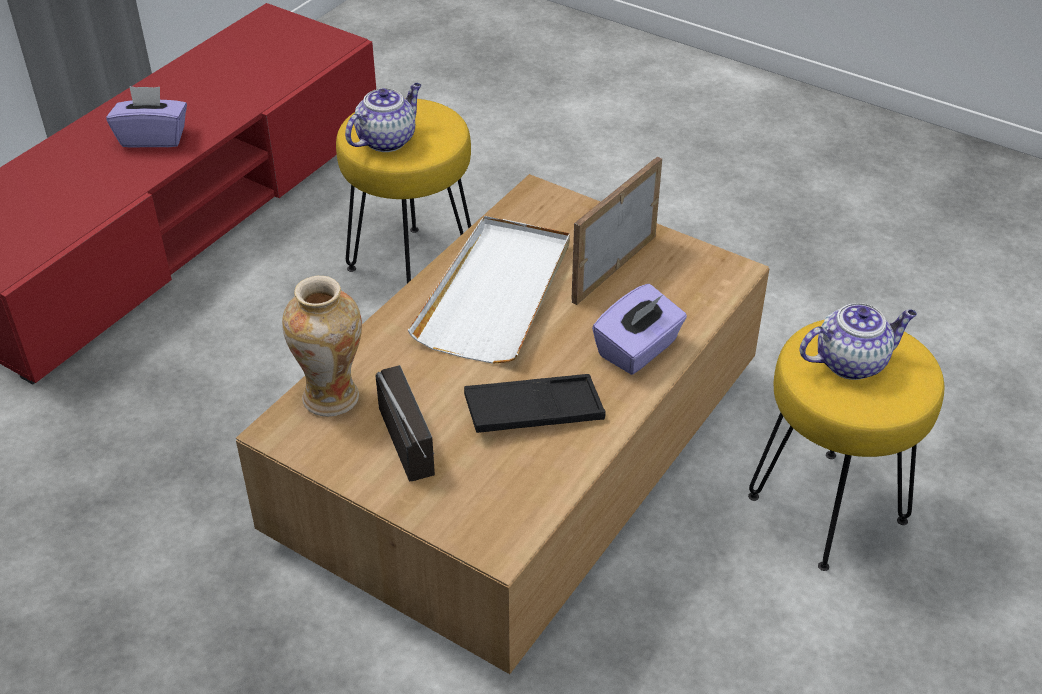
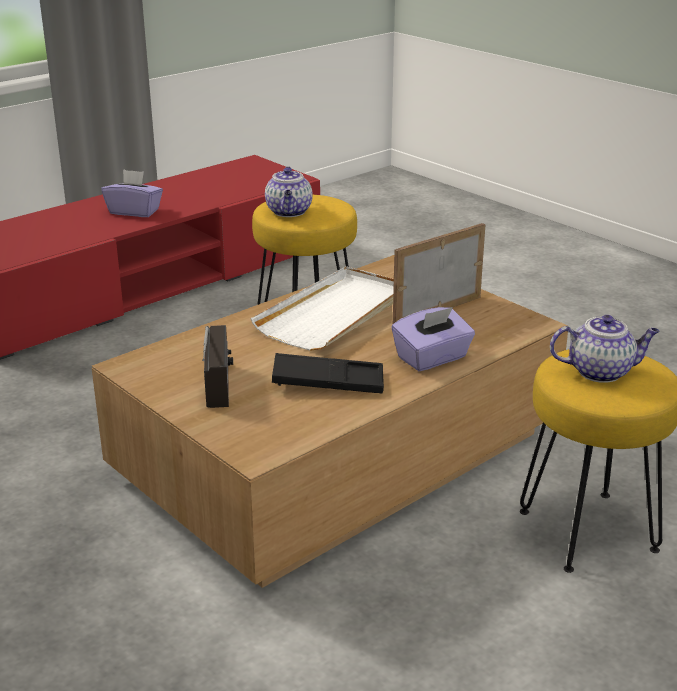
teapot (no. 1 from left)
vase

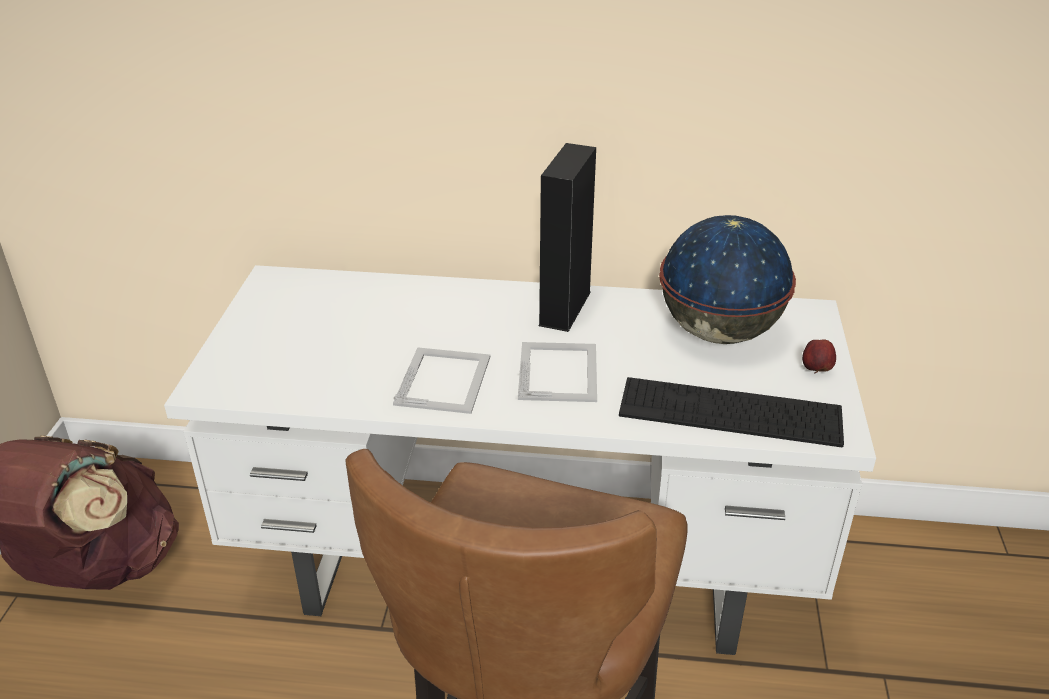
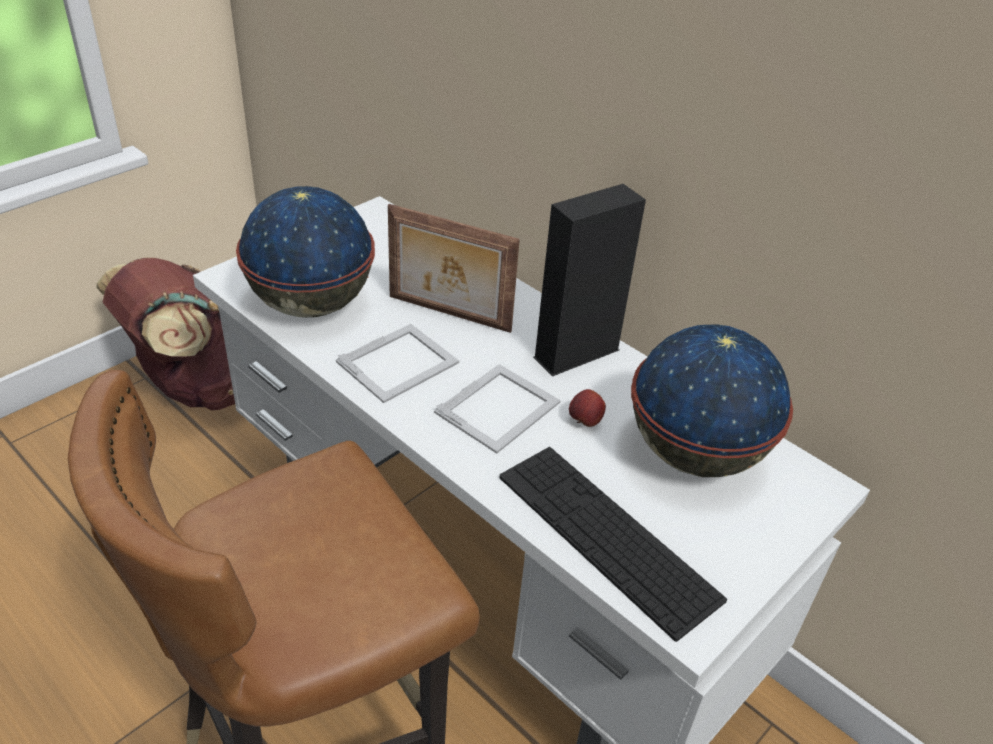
apple
globe (no. 1 from left)
picture frame (no. 2 from left)

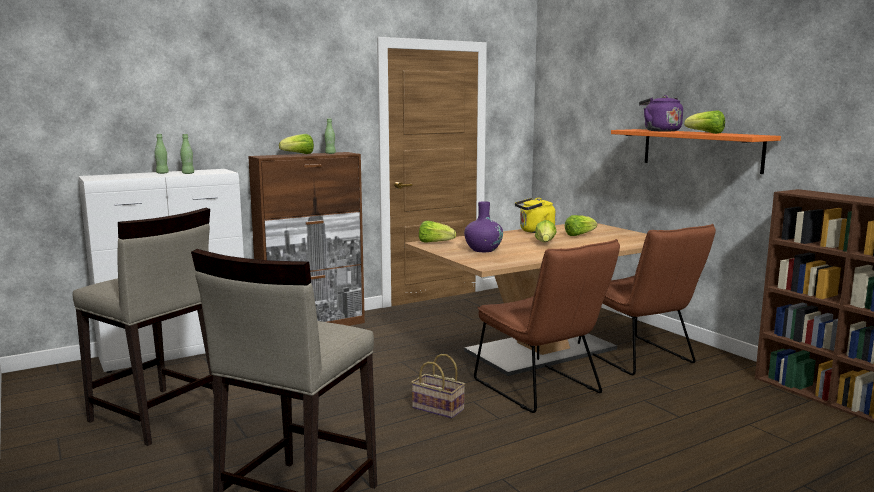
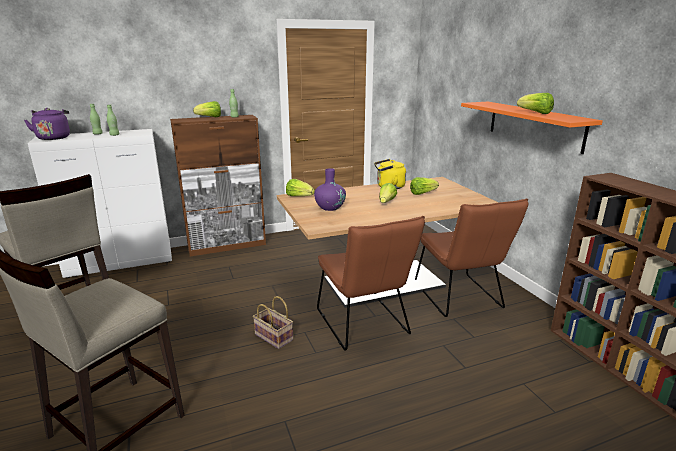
purple kettle

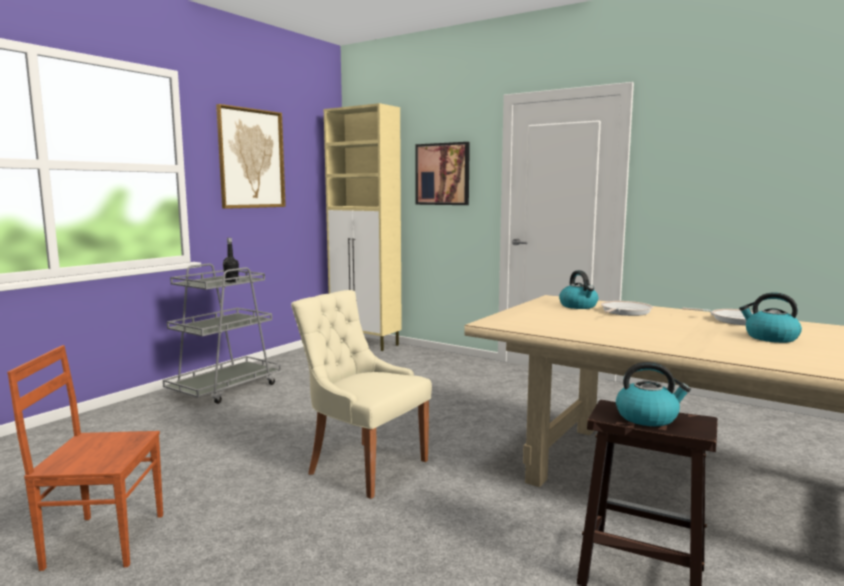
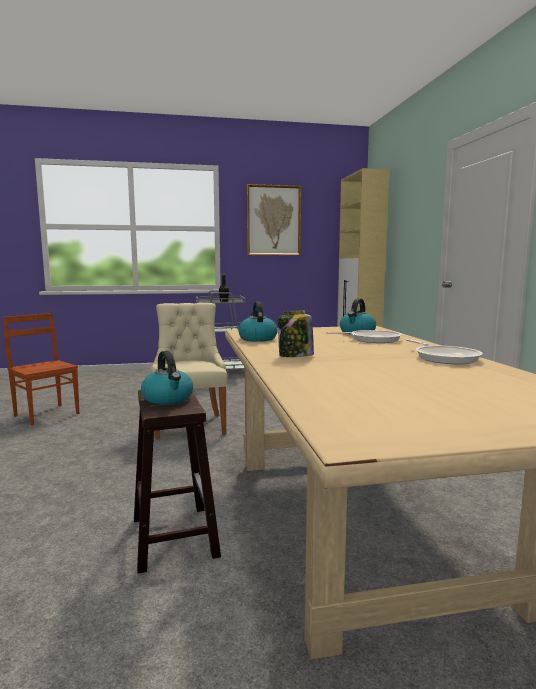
picture (no. 2 from left in the first image)
kettle (no. 2 from left)
jar

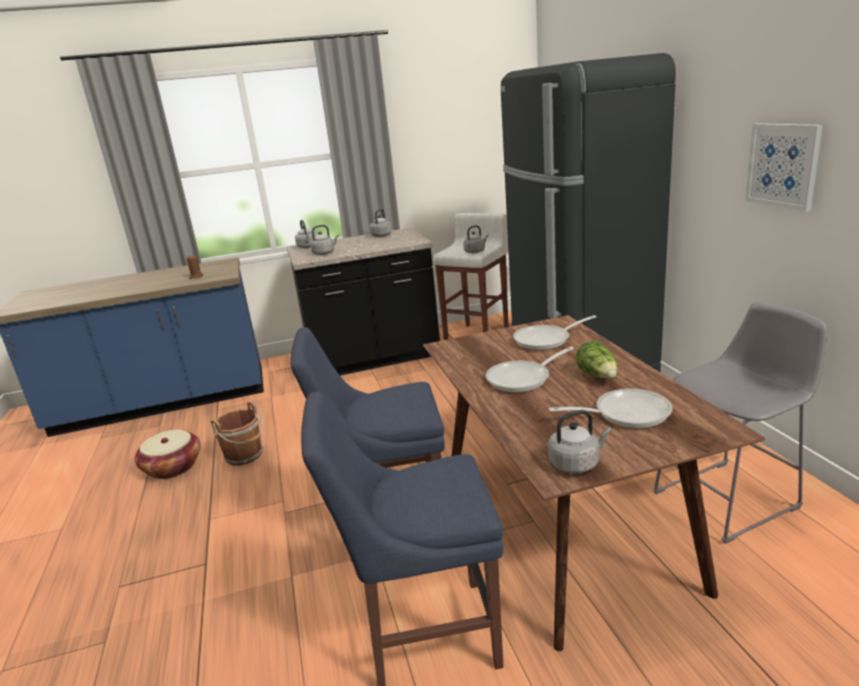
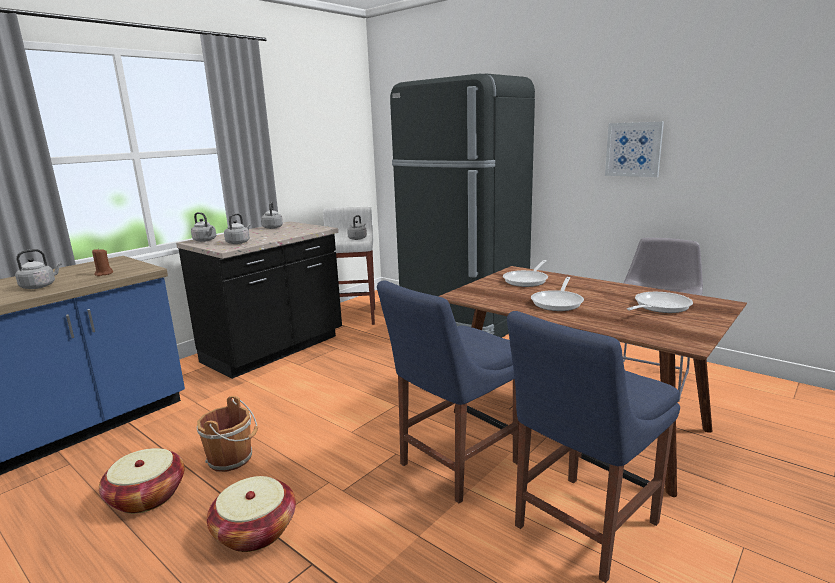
lettuce
grey kettle (no. 1 from left)
basket (no. 2 from left)

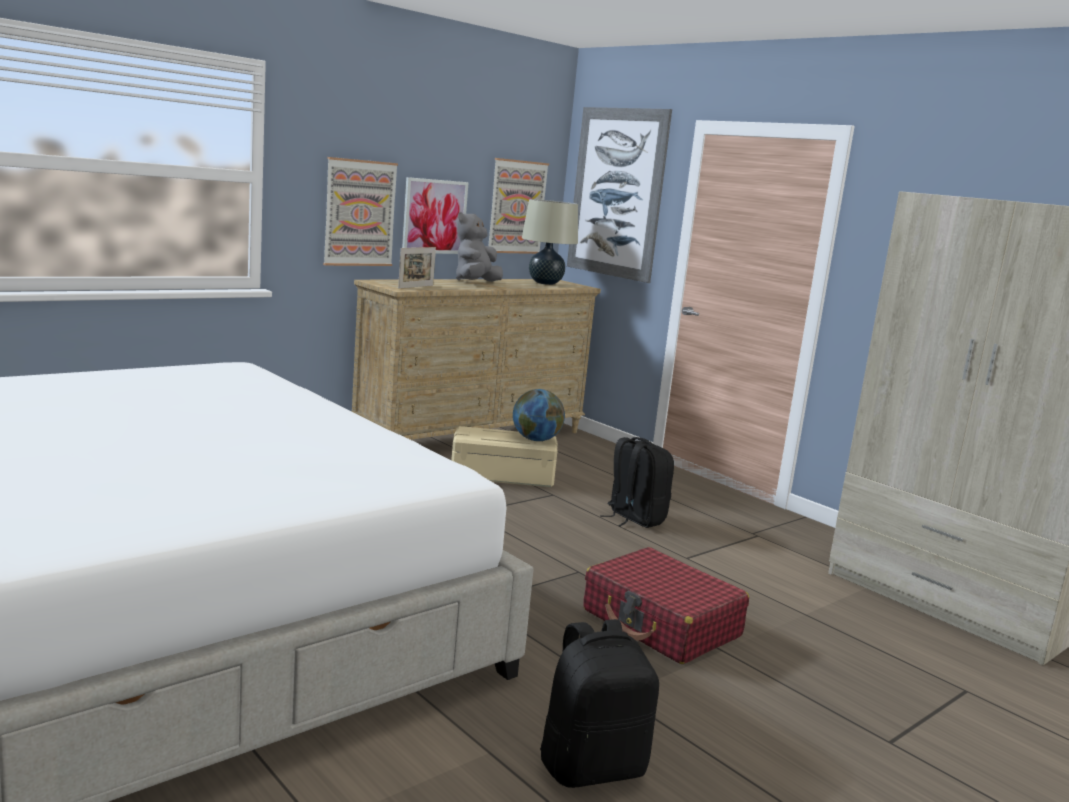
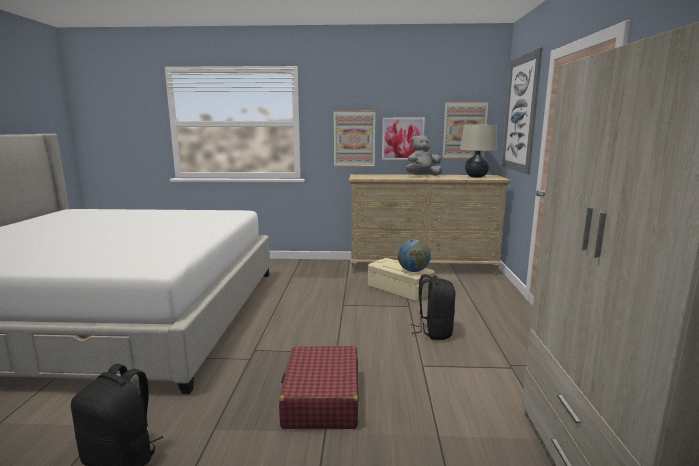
picture frame

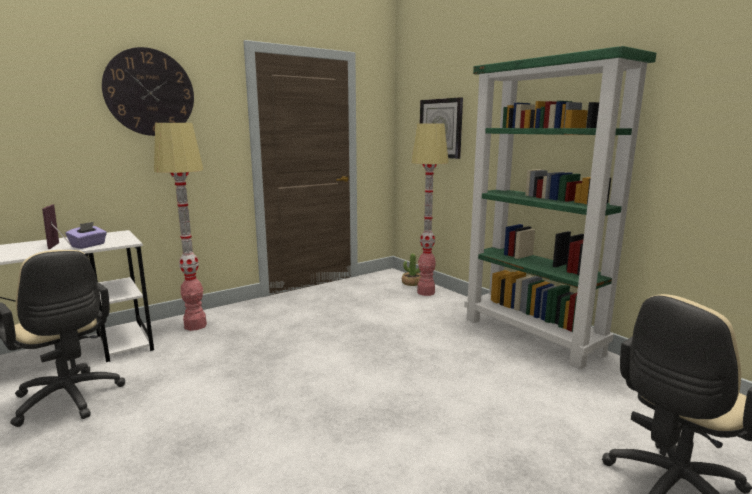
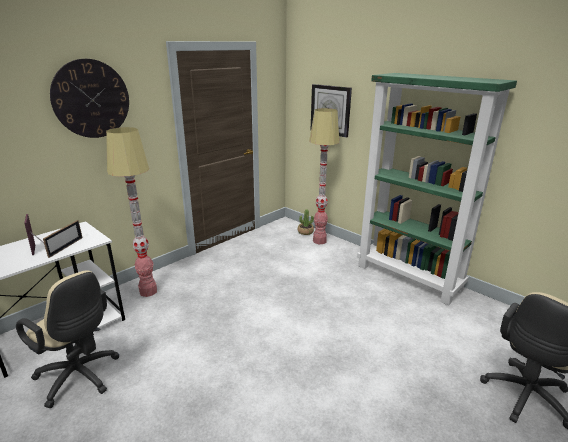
picture frame (no. 2 from left)

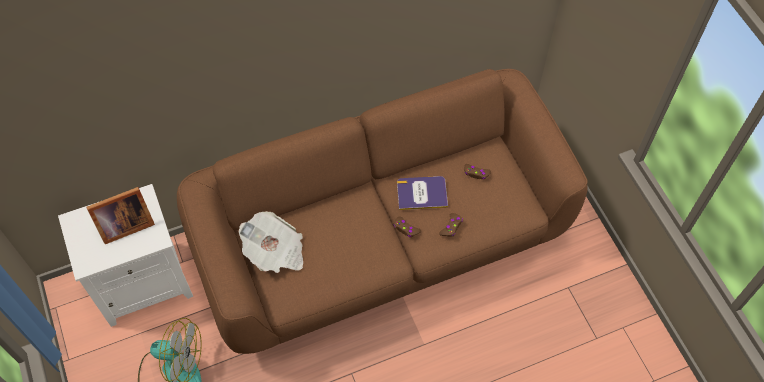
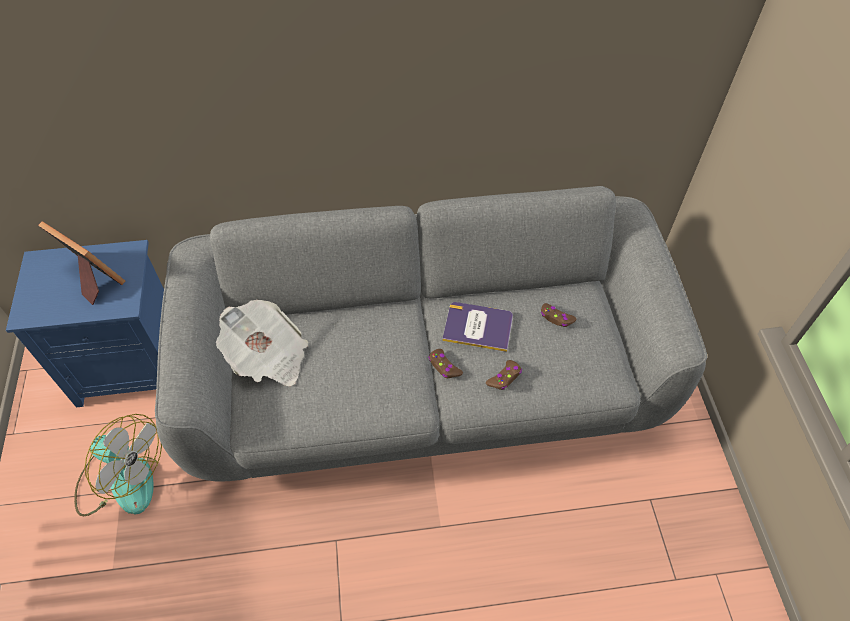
grey sofa
blue nightstand
picture frame

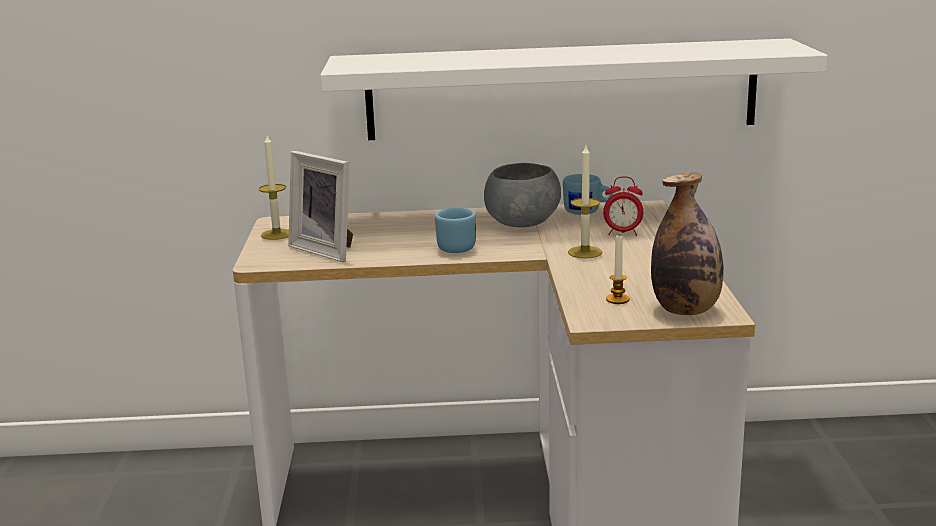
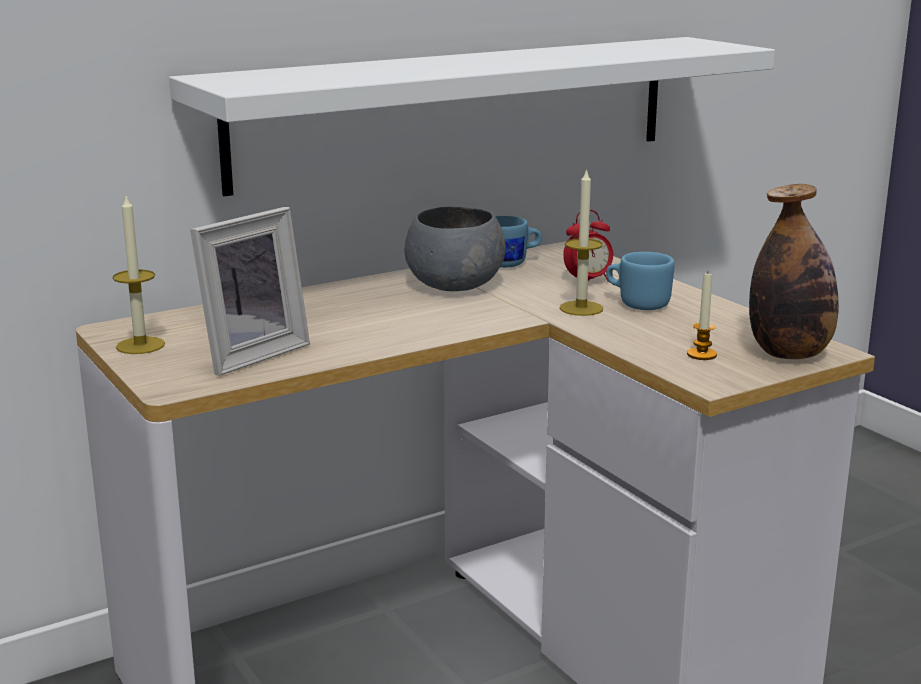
picture frame
blue mug (no. 2 from left)

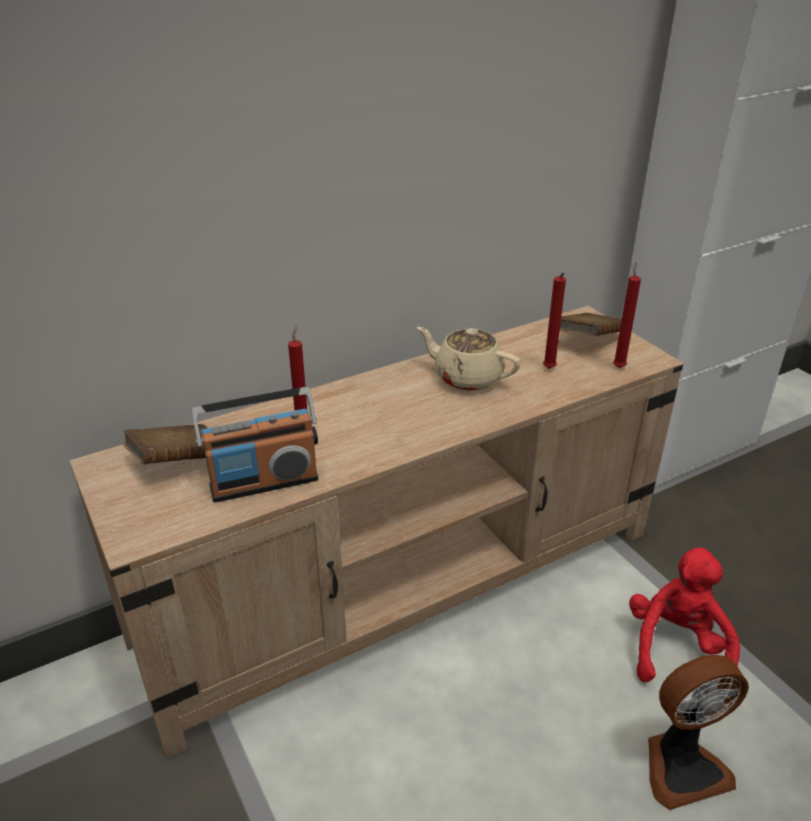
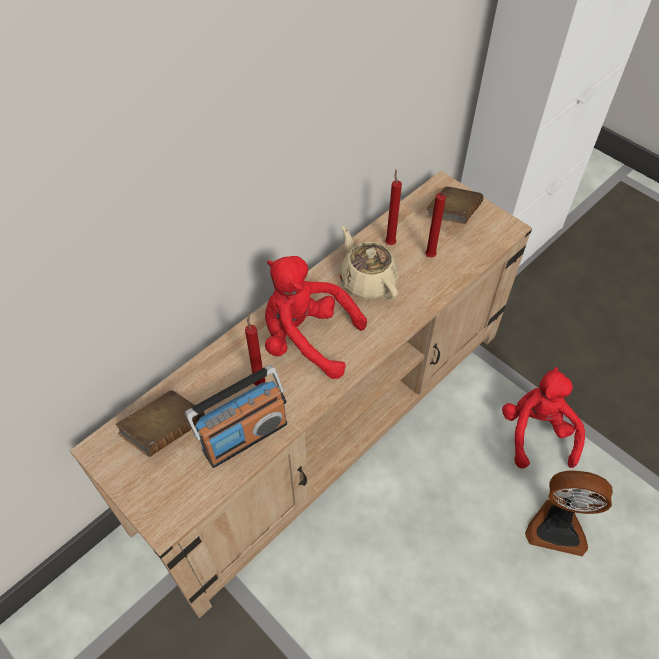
red candle (no. 2 from left)
beige teapot
fan
red plush toy (no. 1 from left)

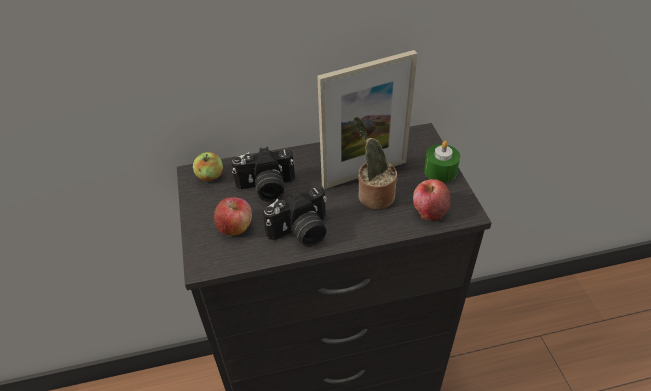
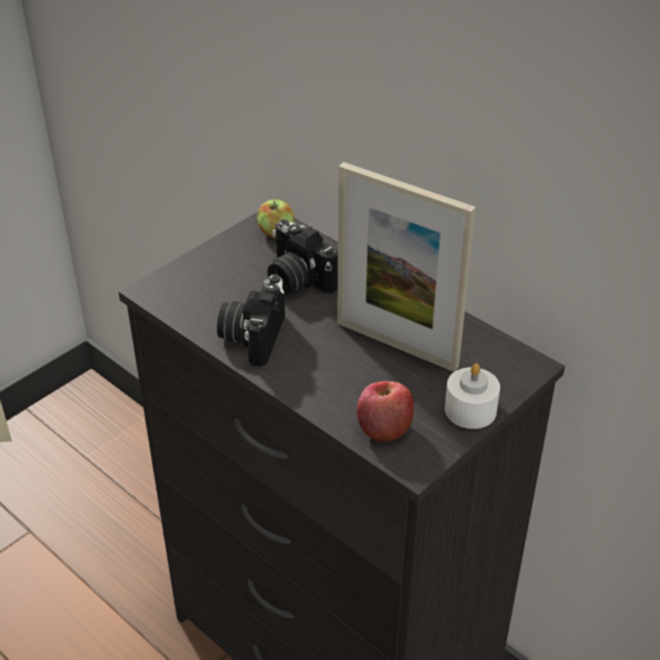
potted plant
white candle
photo camera (no. 1 from left)
apple (no. 2 from left in the first image)

